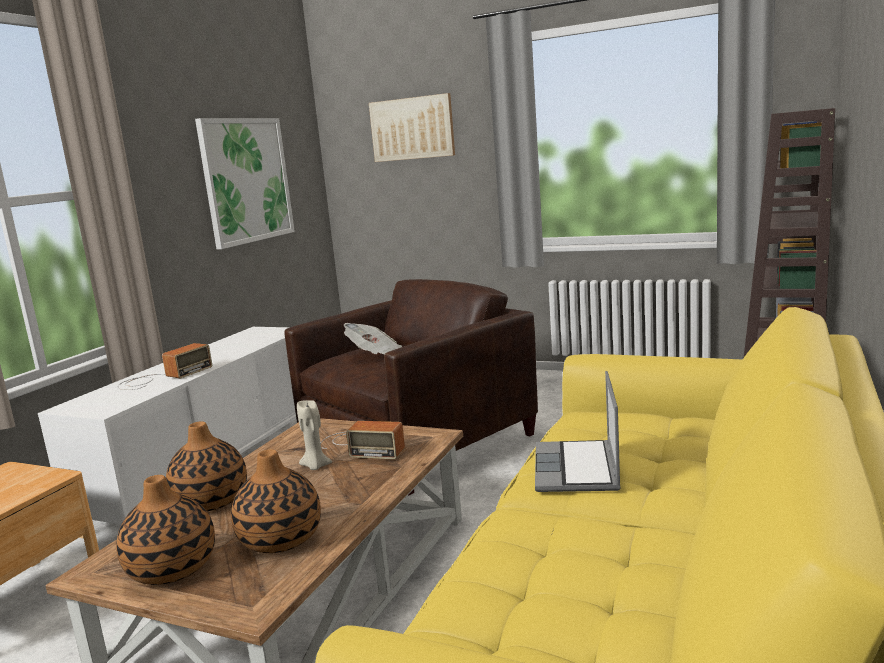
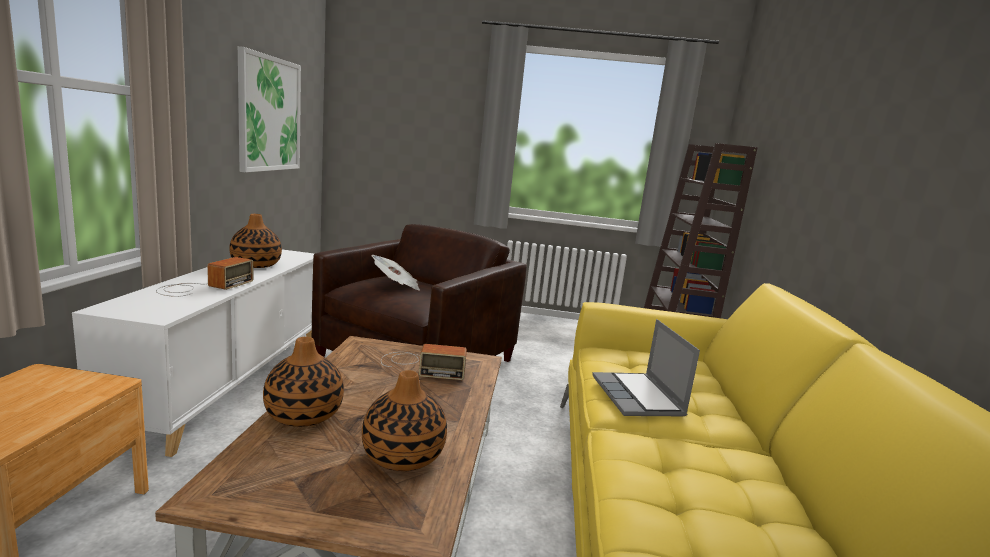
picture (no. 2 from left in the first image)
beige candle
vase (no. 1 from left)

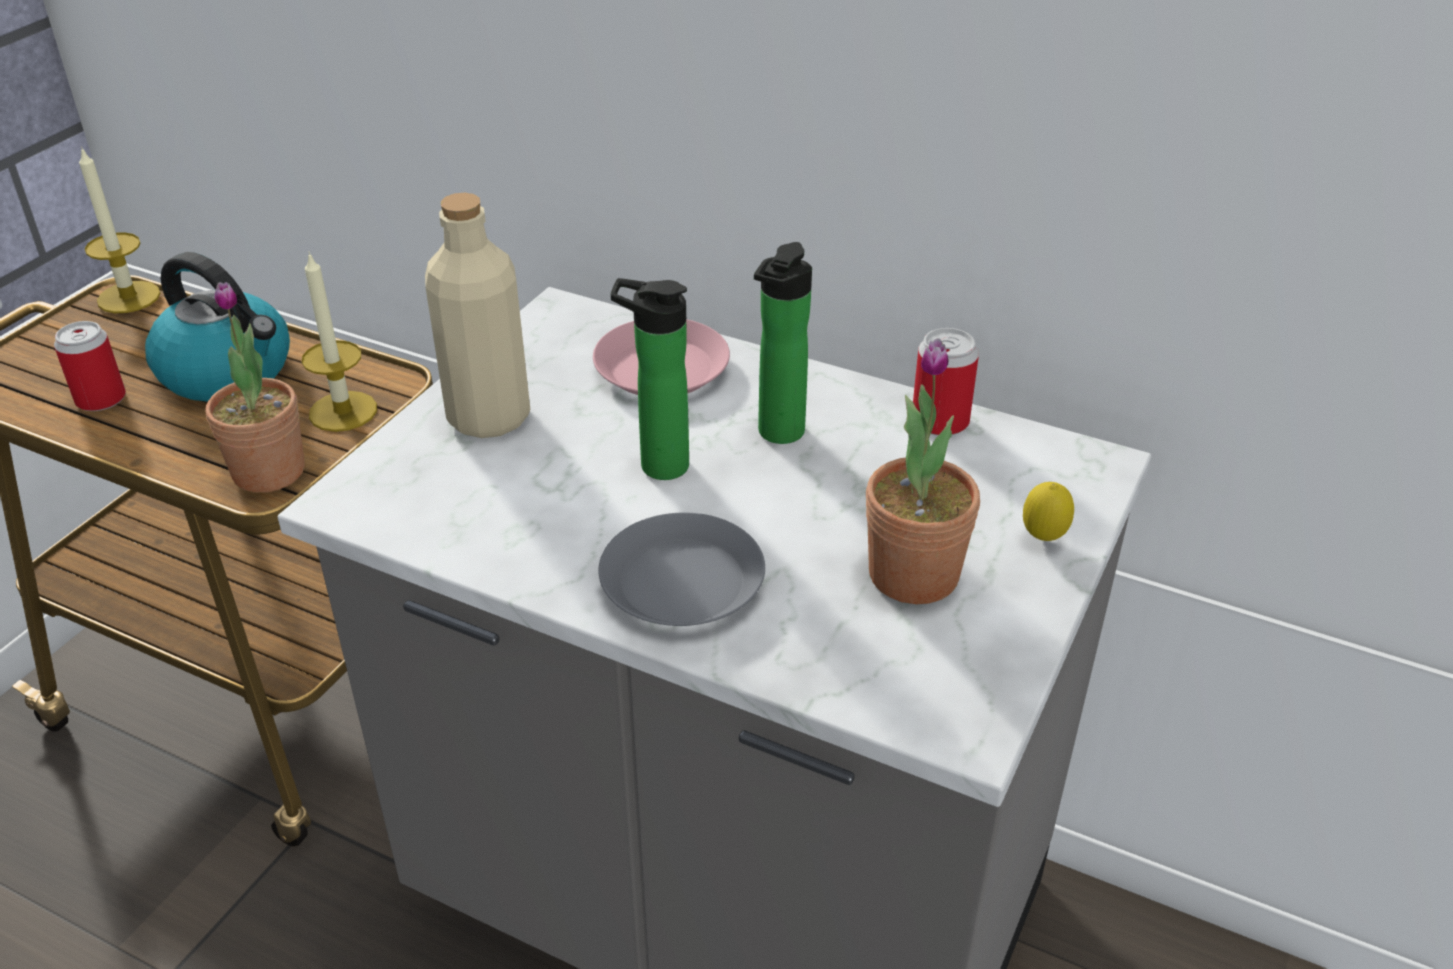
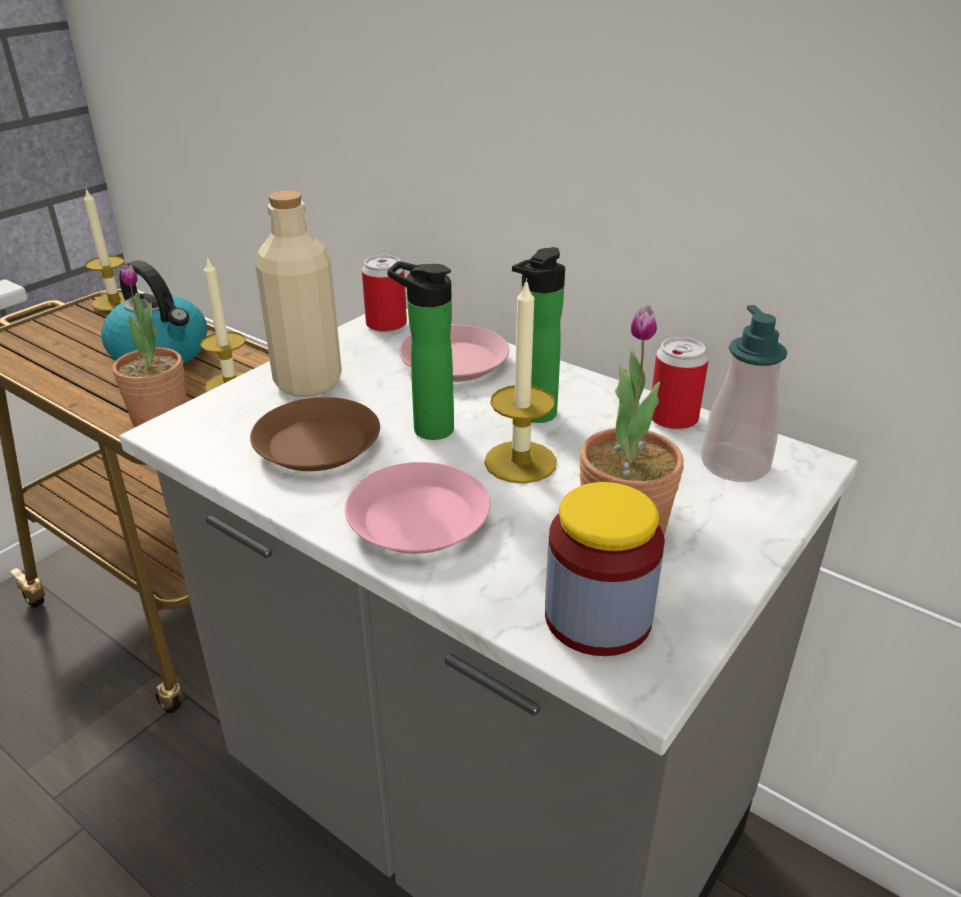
can (no. 1 from left)
lemon
pink plate (no. 1 from left)
candle (no. 3 from left)
soap dispenser
brown plate
jar

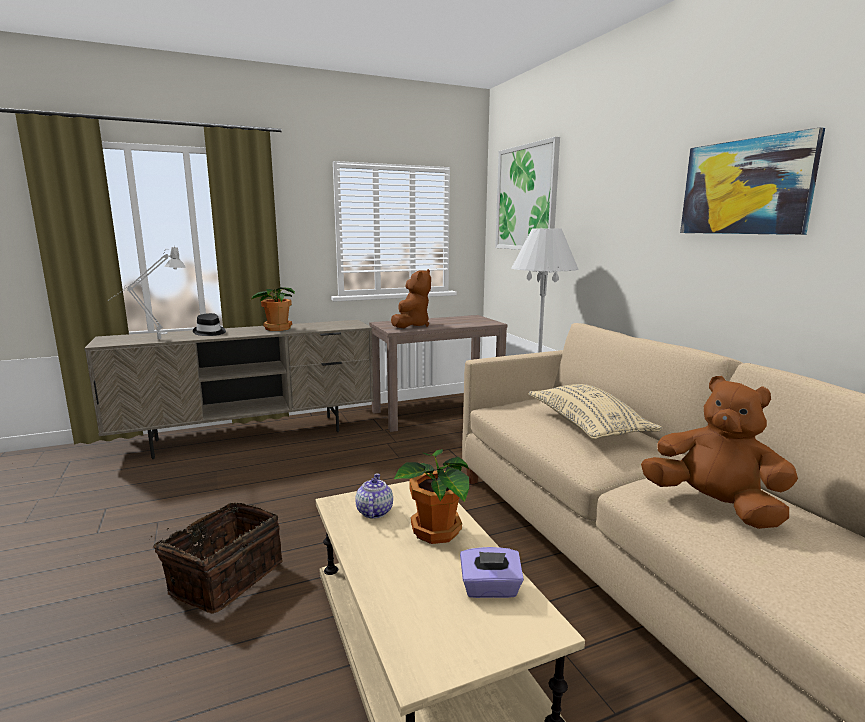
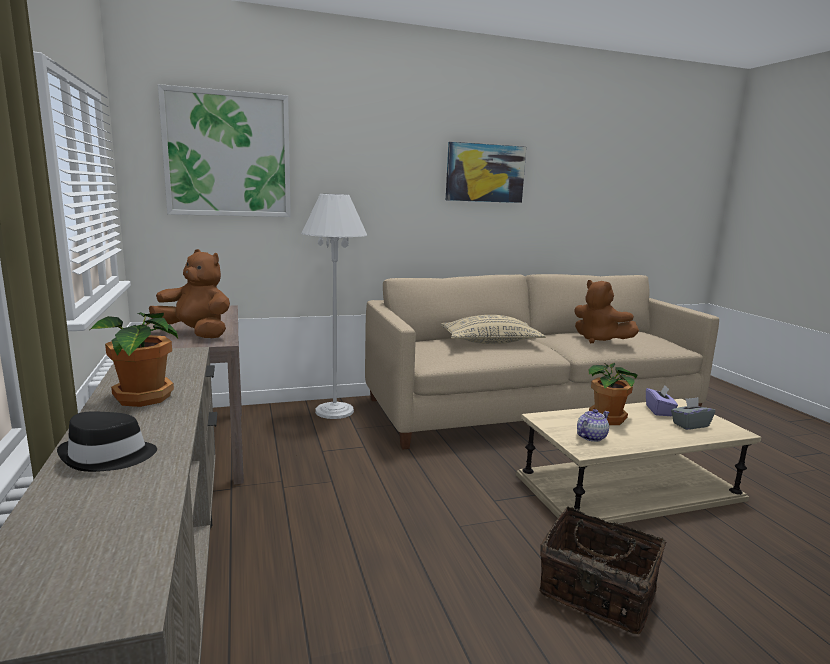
grey table lamp
brown plush toy (no. 2 from left)
teapot
grey tissue box

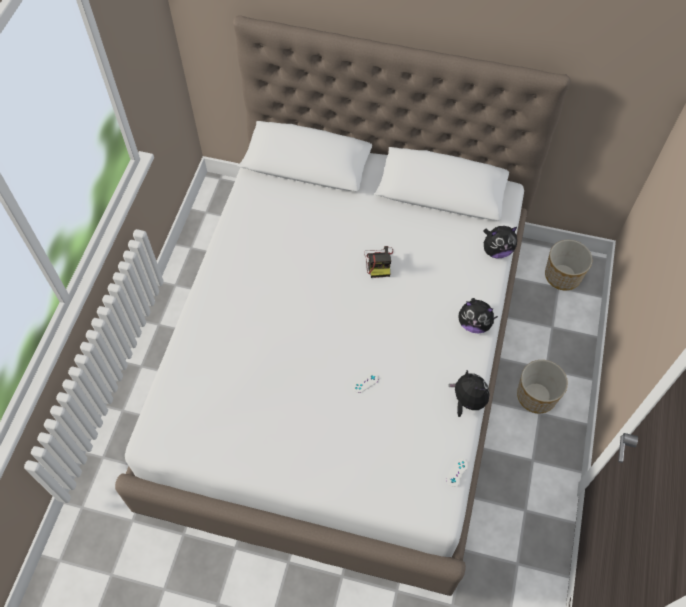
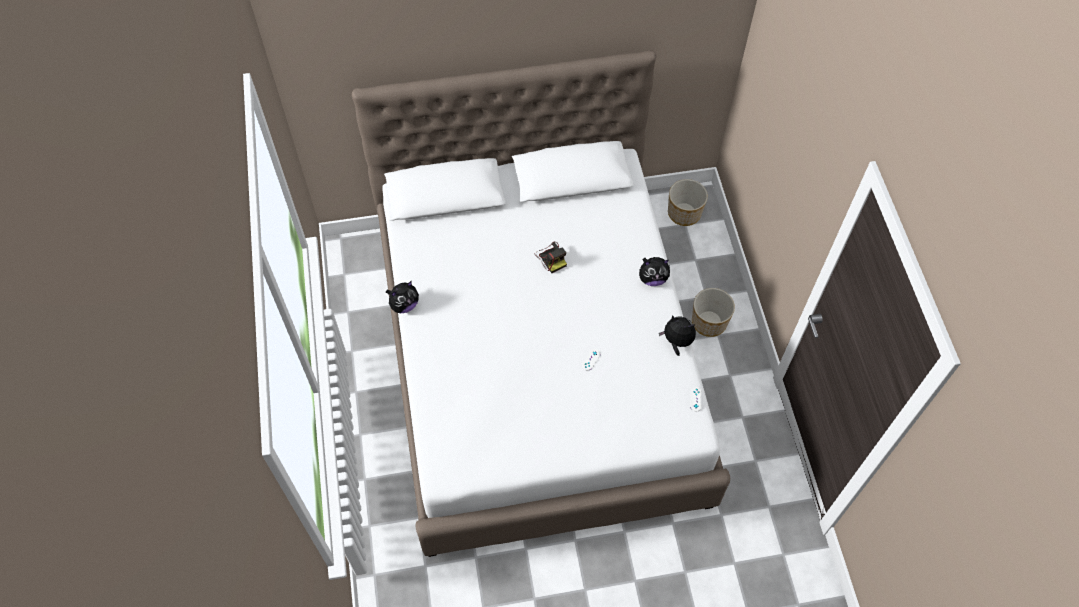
plush toy (no. 1 from left)

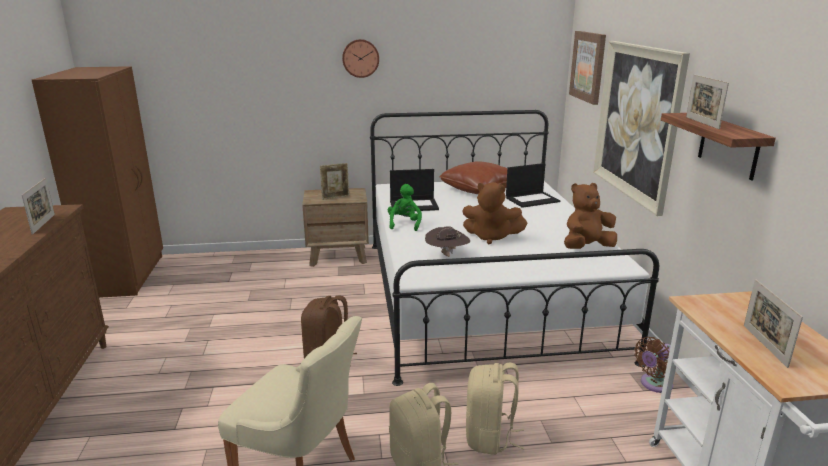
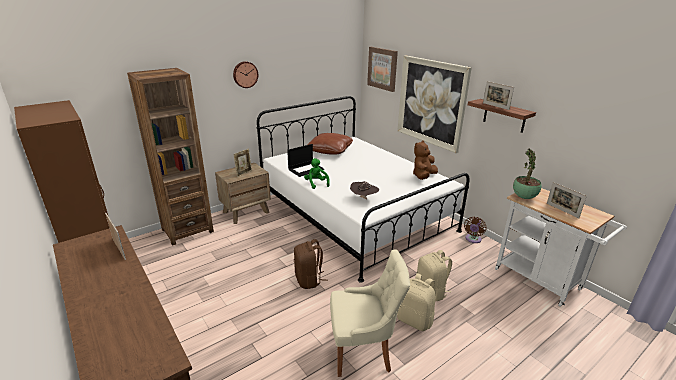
laptop (no. 2 from left in the first image)
brown plush toy (no. 1 from left in the first image)
brown bookcase
potted plant

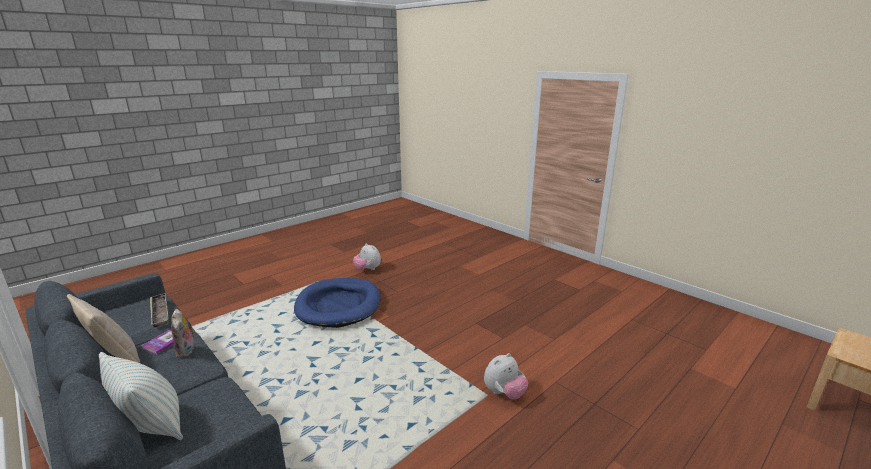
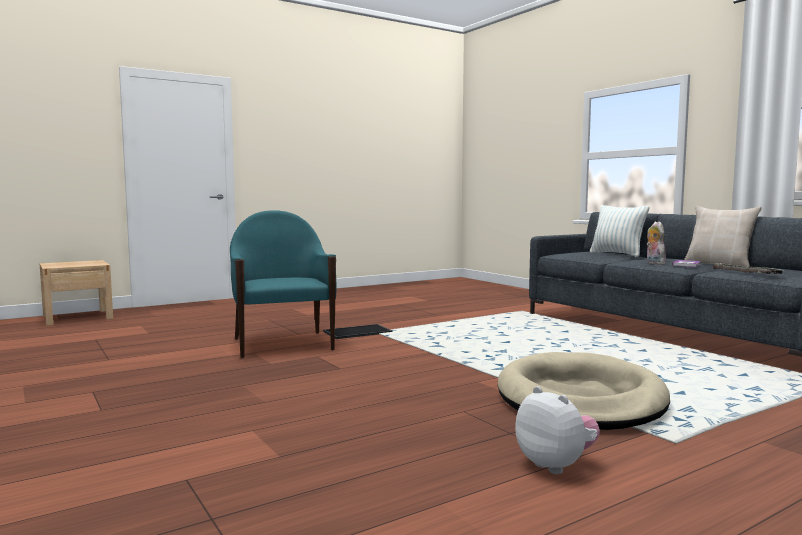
beige dog bed
tray (no. 1 from left)
turquoise armchair

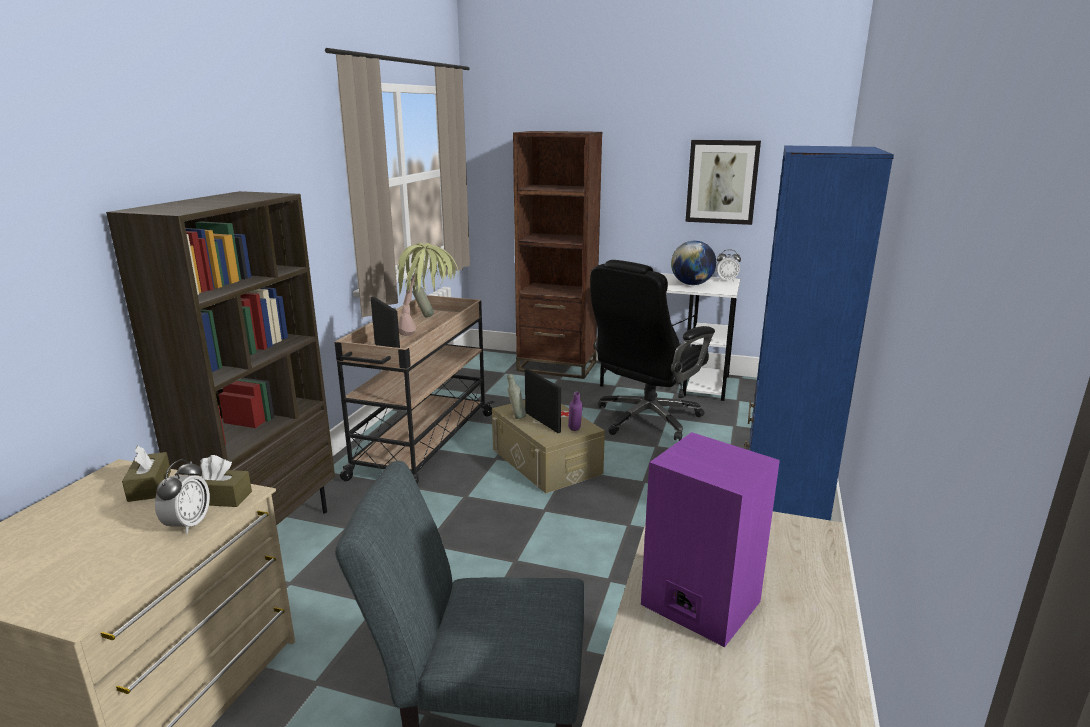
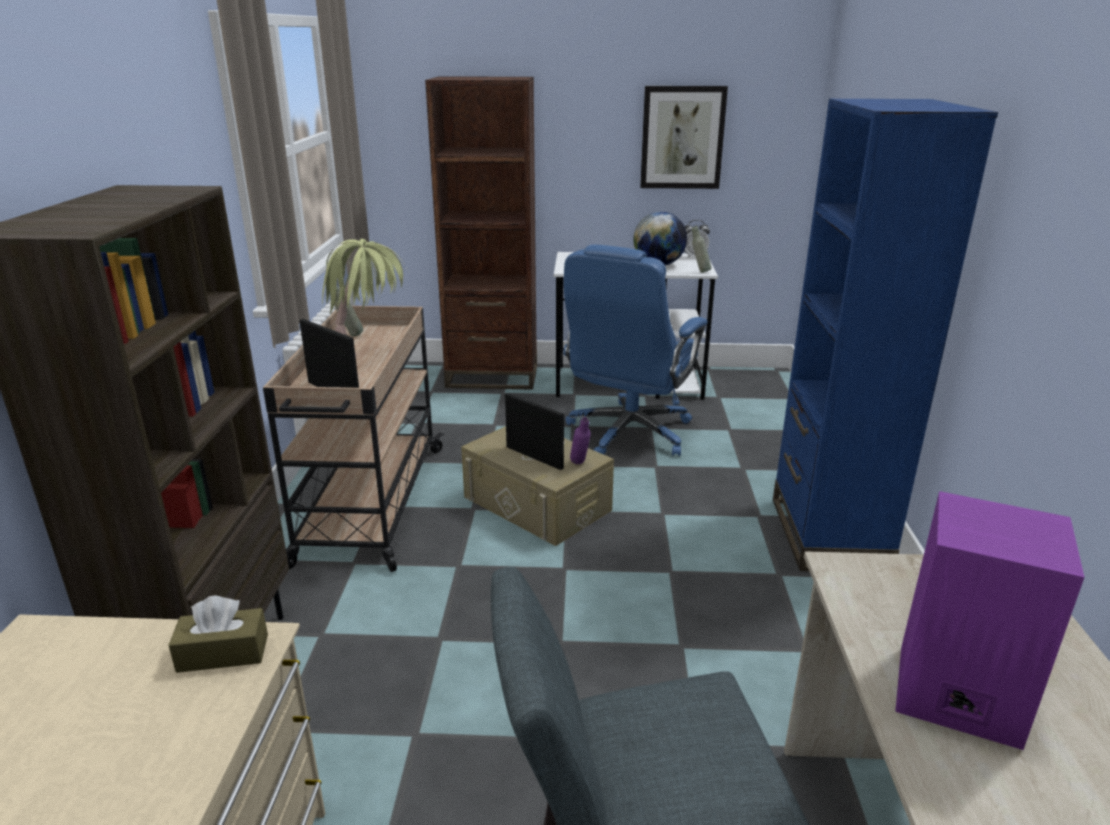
blue office chair
grey bottle (no. 2 from left)
brown tissue box (no. 1 from left in the first image)
alarm clock (no. 1 from left in the first image)

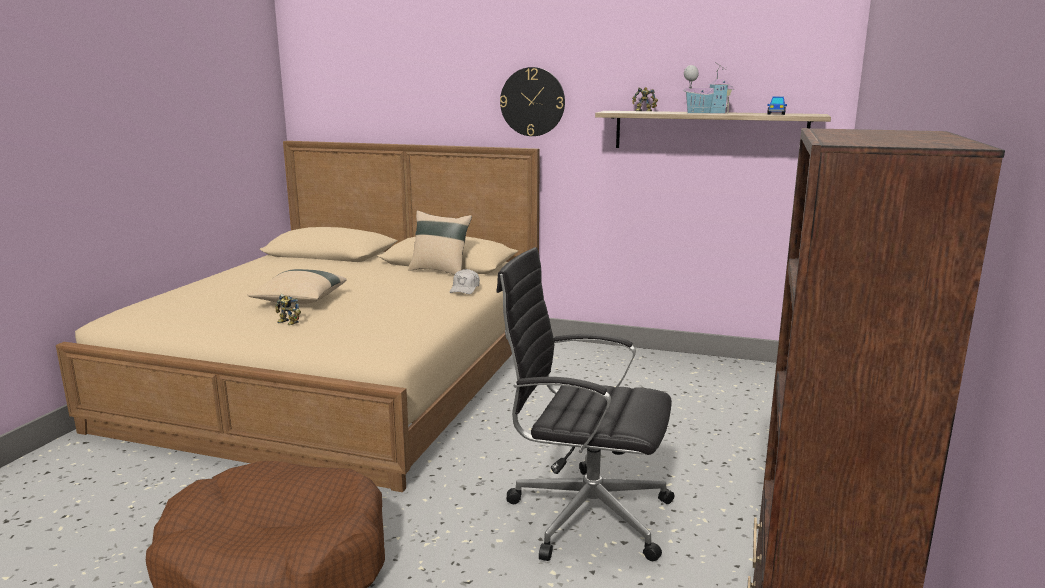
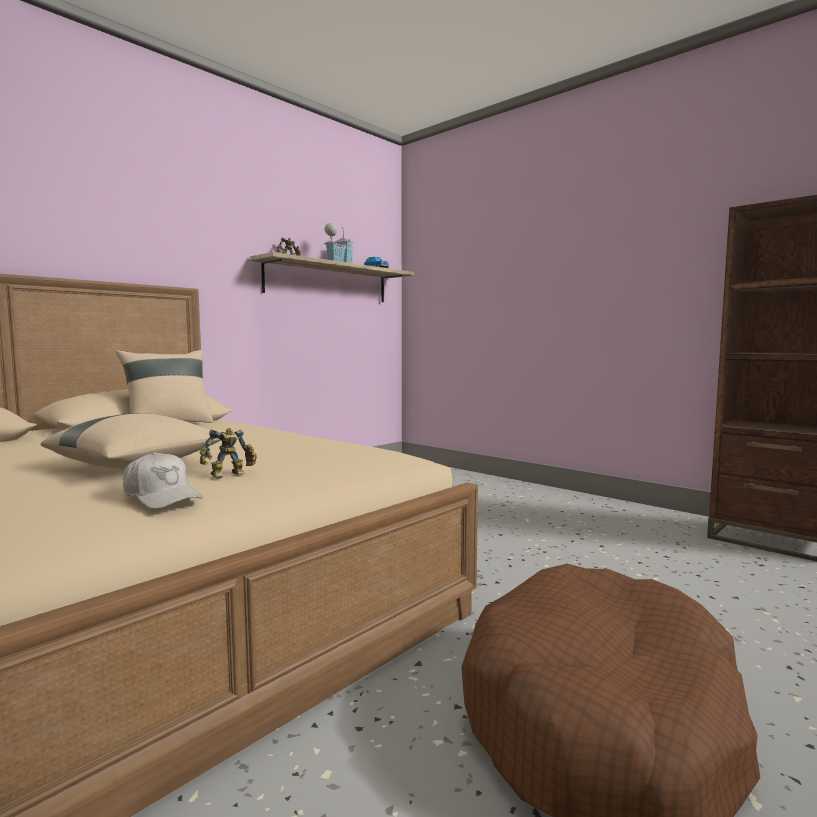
wall clock
black office chair
white cap

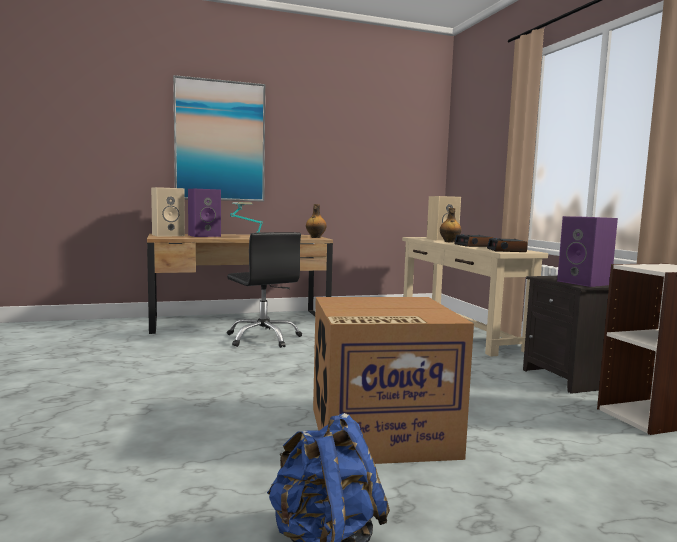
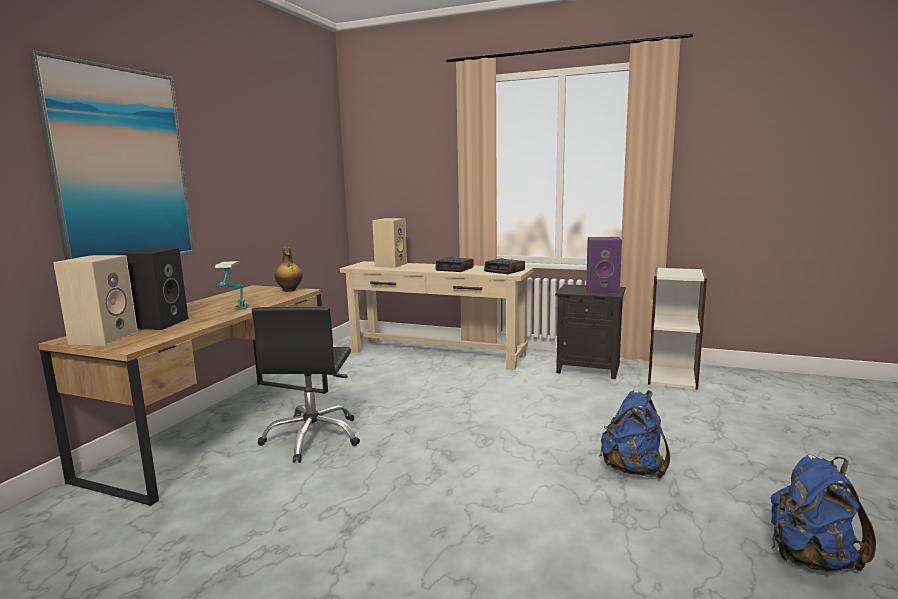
black speaker
bottle (no. 2 from left in the first image)
black office chair
blue backpack (no. 1 from left)

